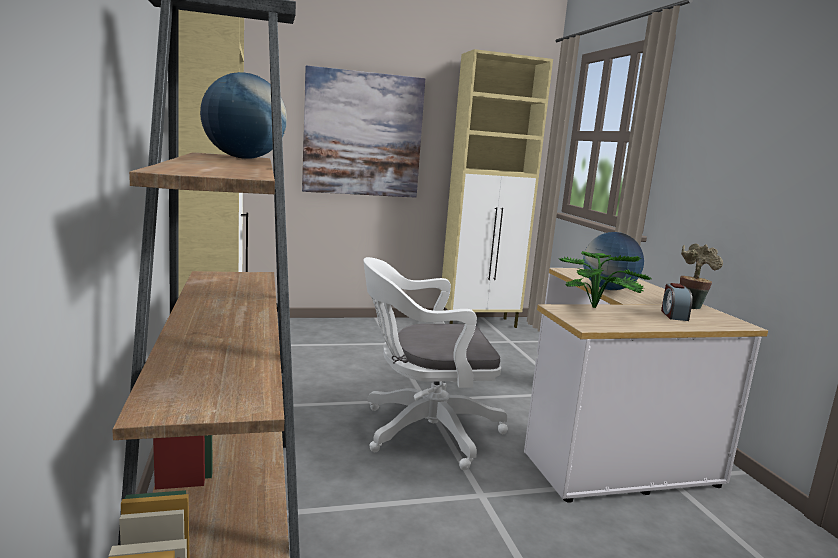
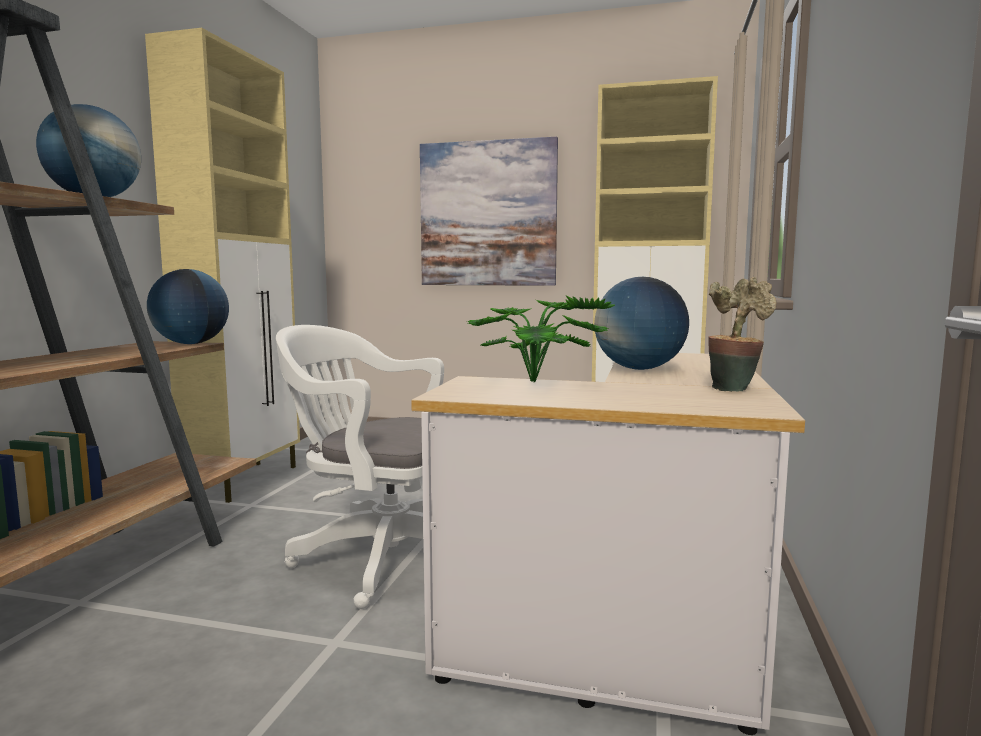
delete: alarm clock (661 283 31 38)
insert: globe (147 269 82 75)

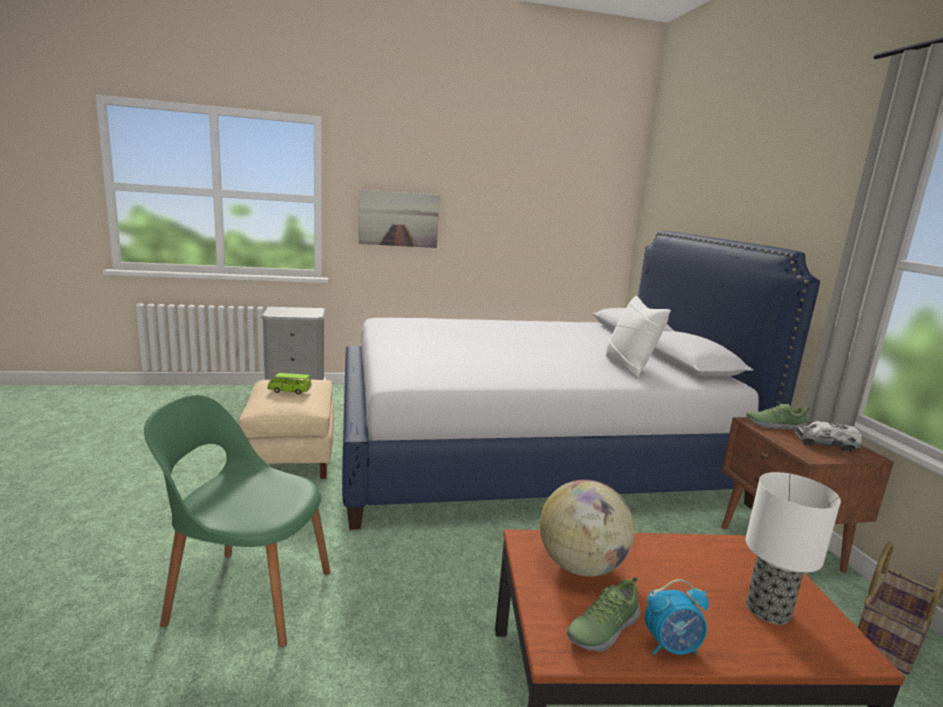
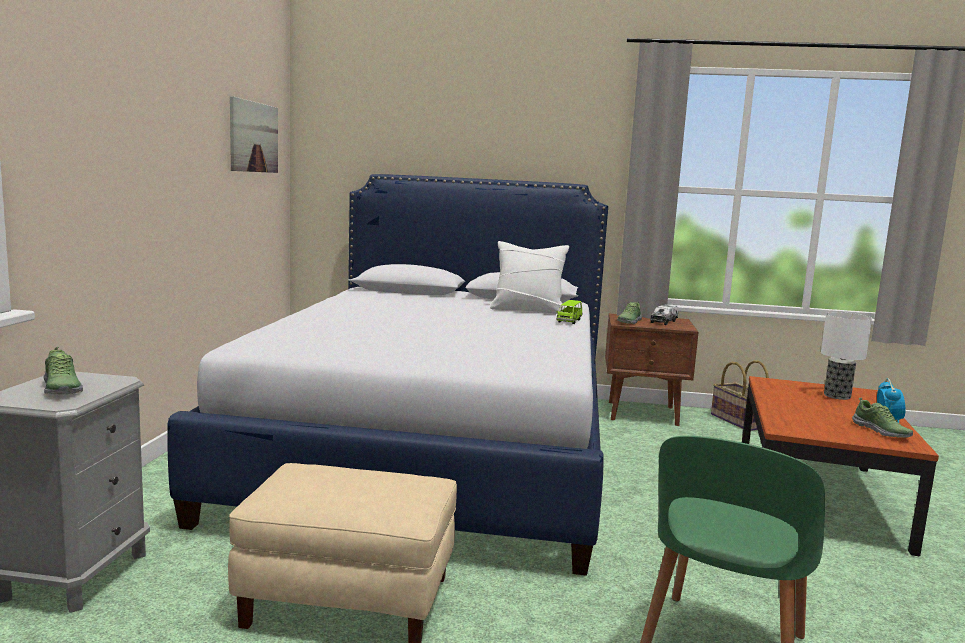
delete: globe (540 480 94 97)
insert: shoe (43 347 40 47)
move: picture (358 189 82 59) to (230 96 48 77); green toy car (267 373 45 21) to (556 300 27 24)

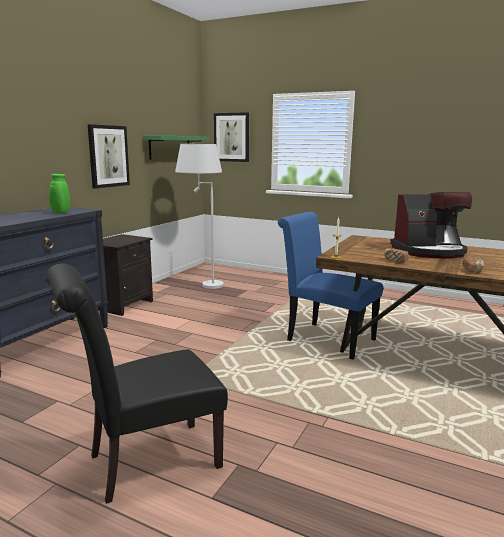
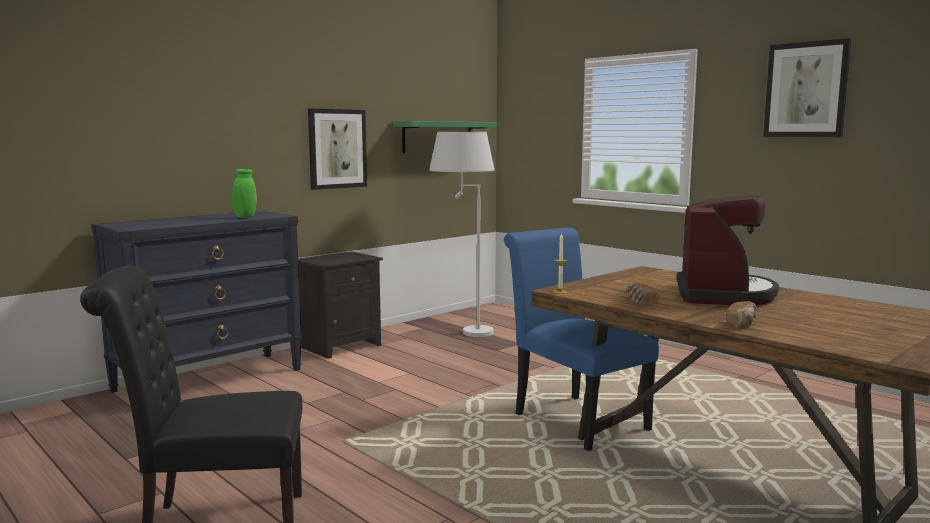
move: picture (214 112 35 50) to (763 38 89 99)
rotate: coffee machine (390 192 82 67) = (677 196 102 109) 90 degrees counterclockwise

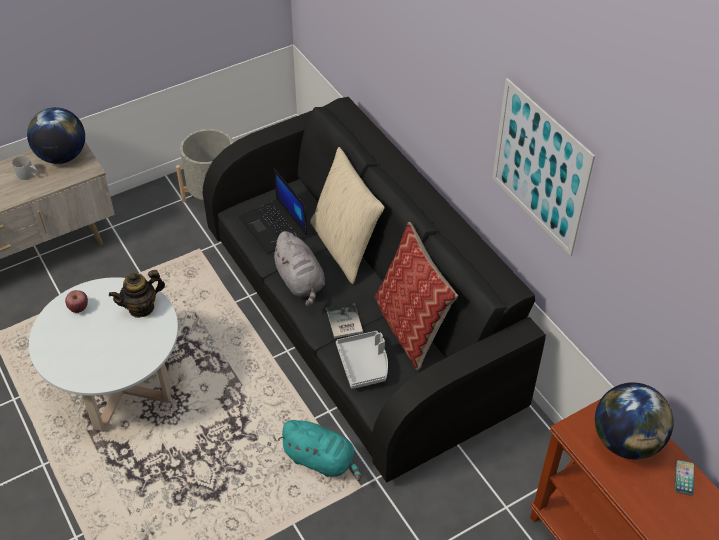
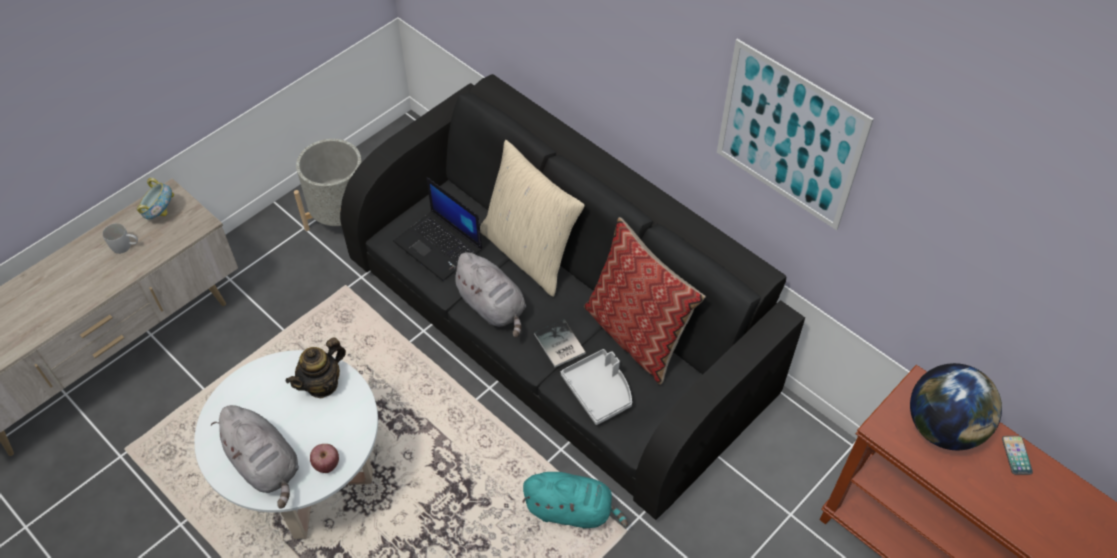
insert: grey plush toy (211 405 88 104)
move: apple (65 290 23 23) to (310 444 29 29)
replace: globe (27 107 58 57) to bowl (137 178 37 41)

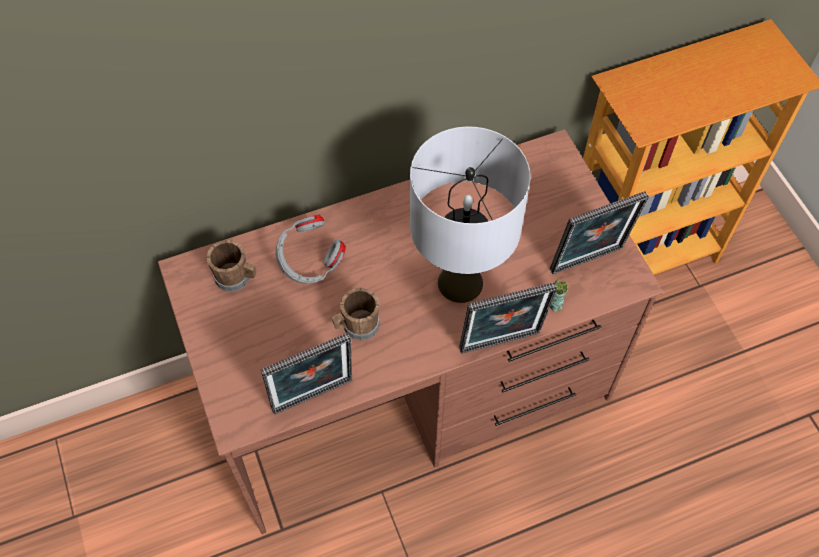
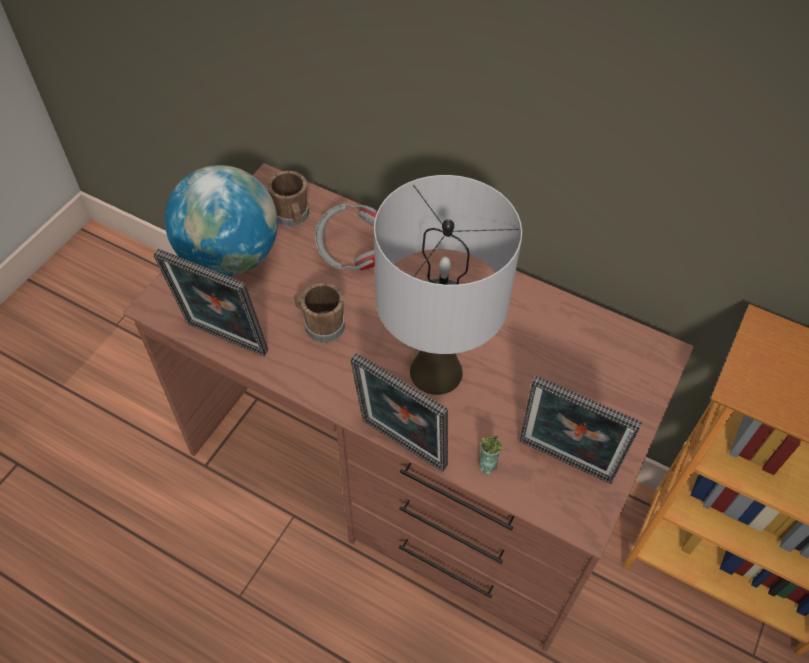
insert: globe (165 165 113 111)

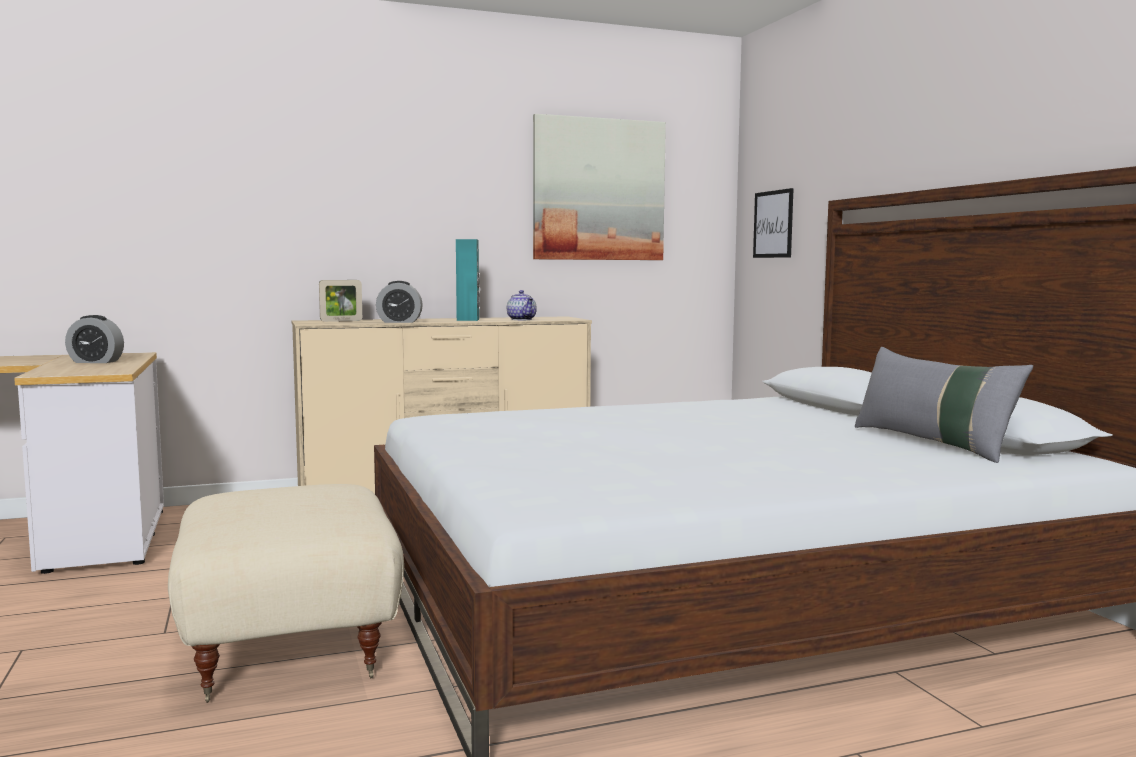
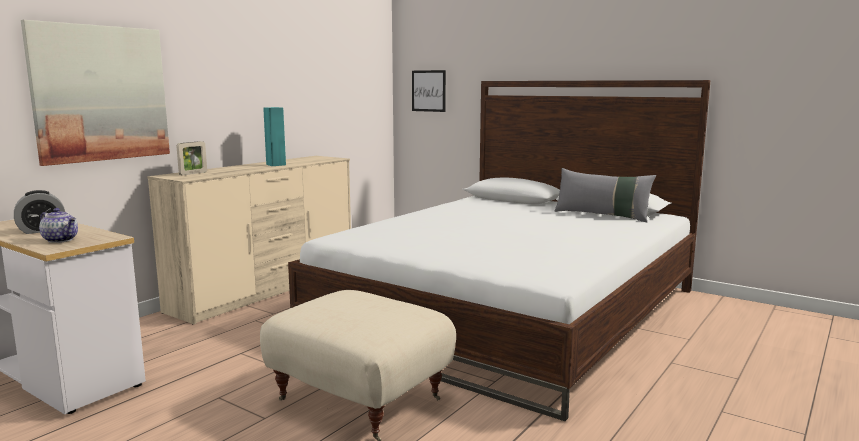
delete: alarm clock (376 281 47 42)
move: picture (533 114 133 146) to (21 20 149 146); teapot (507 290 30 30) to (39 208 39 35)

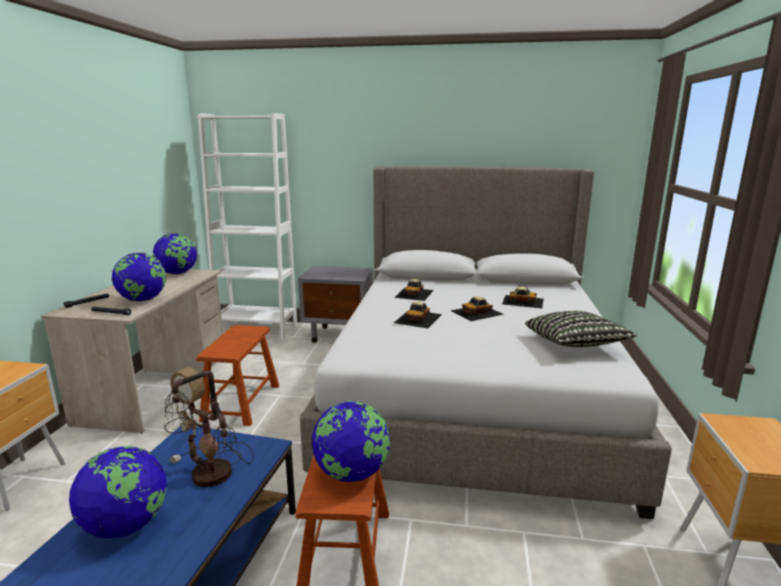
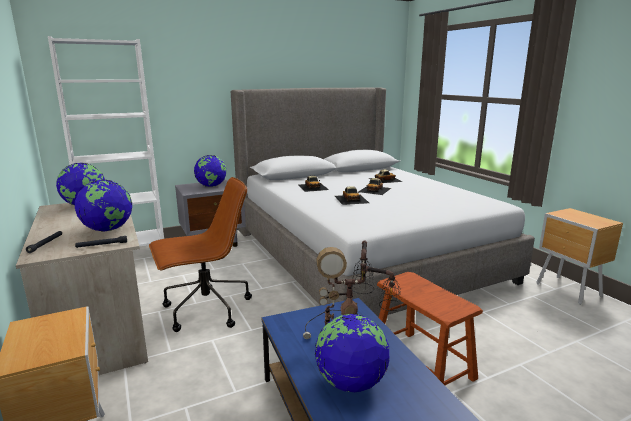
delete: pillow (525 311 113 36)
move: globe (312 401 78 81) to (194 155 32 32)
replace: brown stool (196 325 83 101) to brown office chair (149 177 103 155)

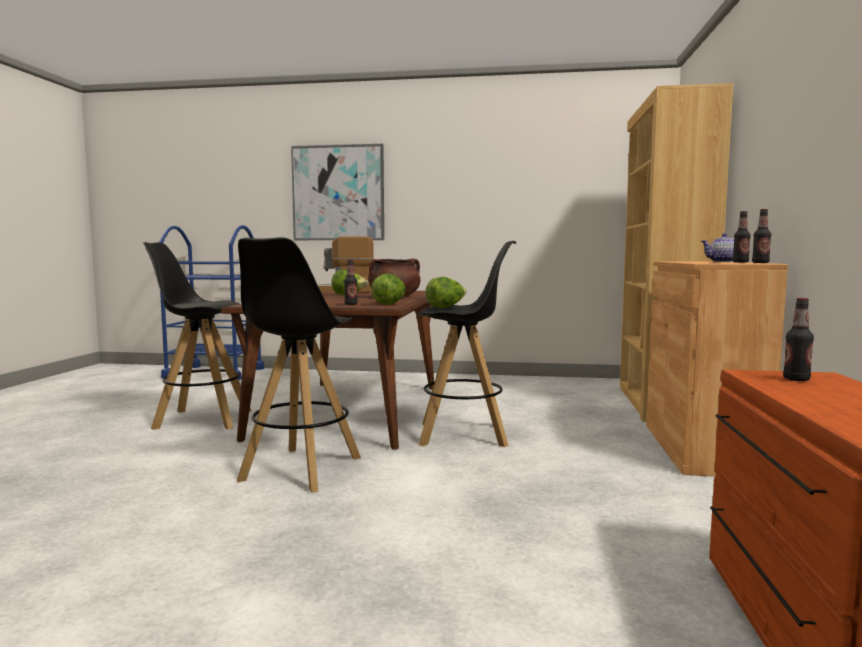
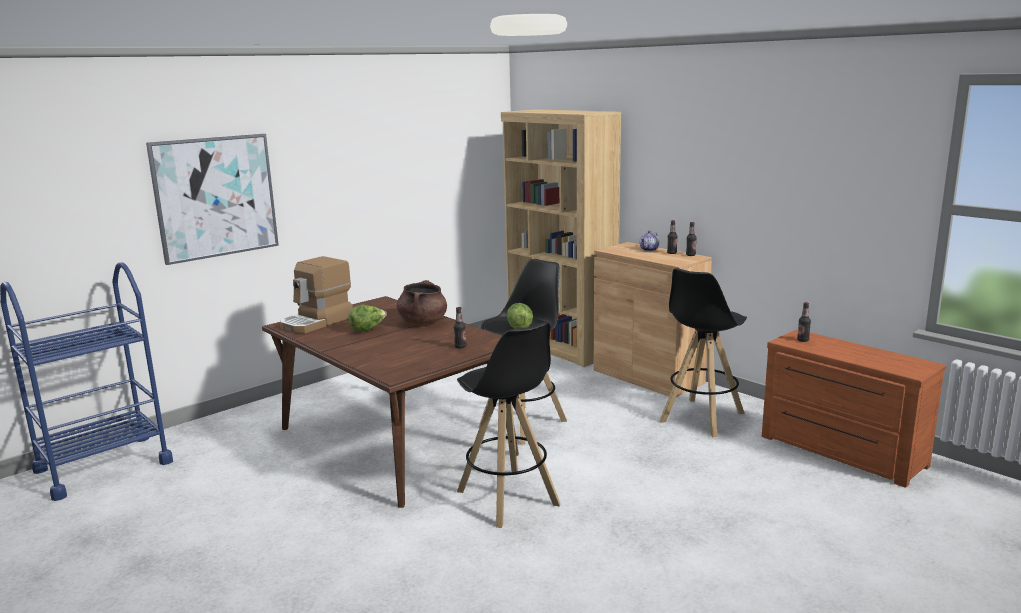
delete: lettuce (371 274 35 31)
move: black stool (143 242 108 188) to (660 268 87 169)

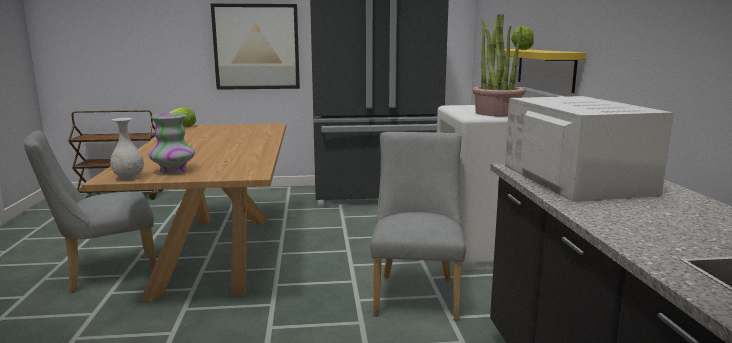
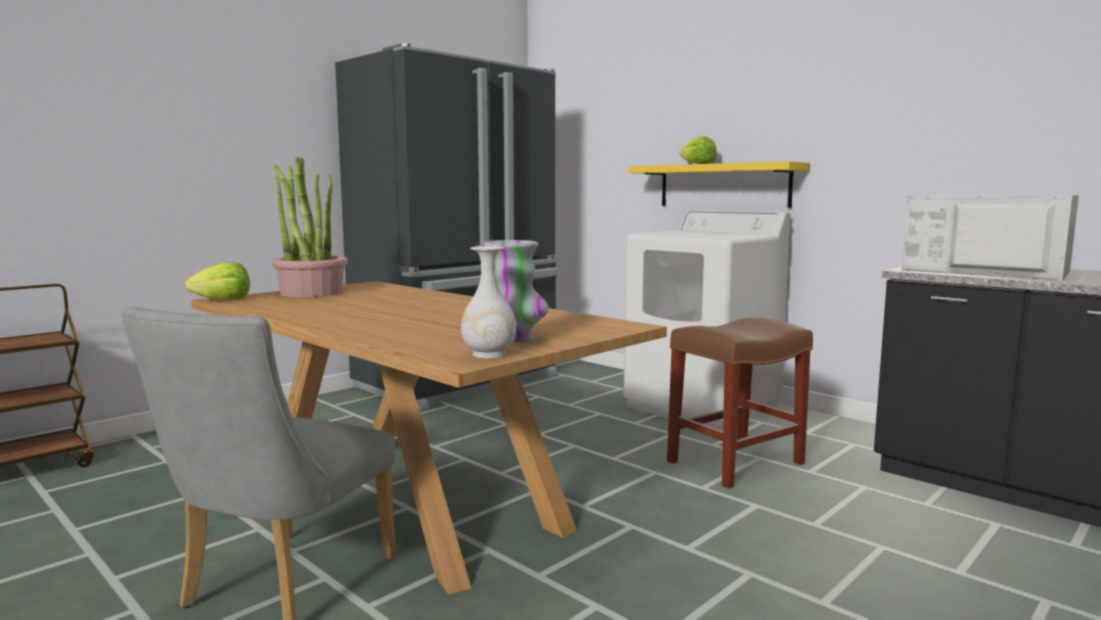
delete: picture (211 4 89 86)
move: potted plant (472 14 54 103) to (272 157 76 140)
replace: grey chair (370 132 96 189) to brown stool (667 318 146 171)

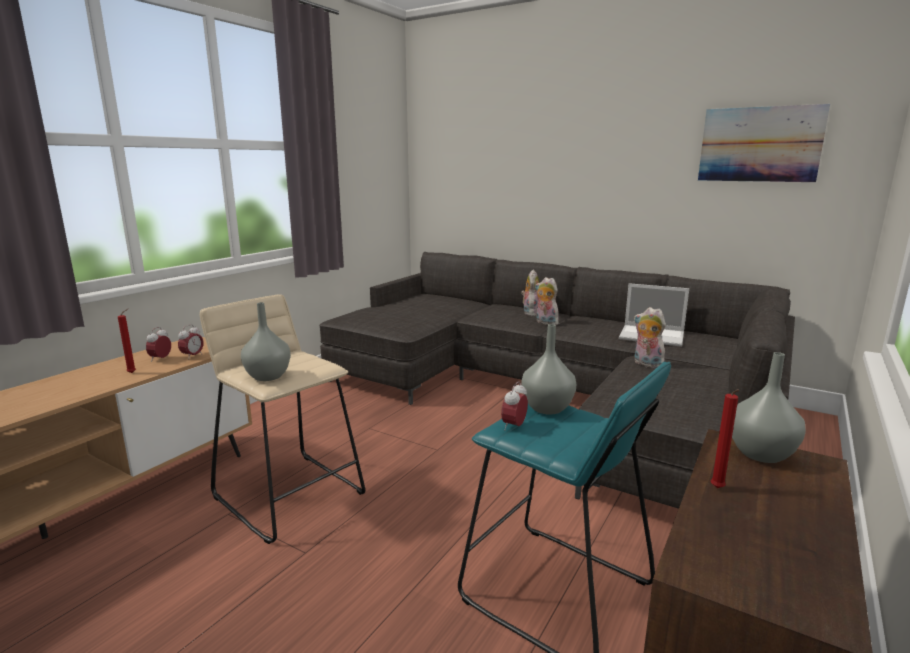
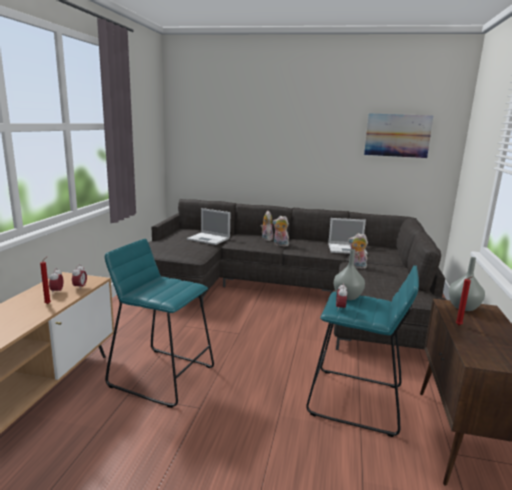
delete: grey vase (241 302 50 79)
insert: laptop (187 208 43 37)
recolor: beige stool (200 294 165 250) to turquoise stool (105 239 109 169)

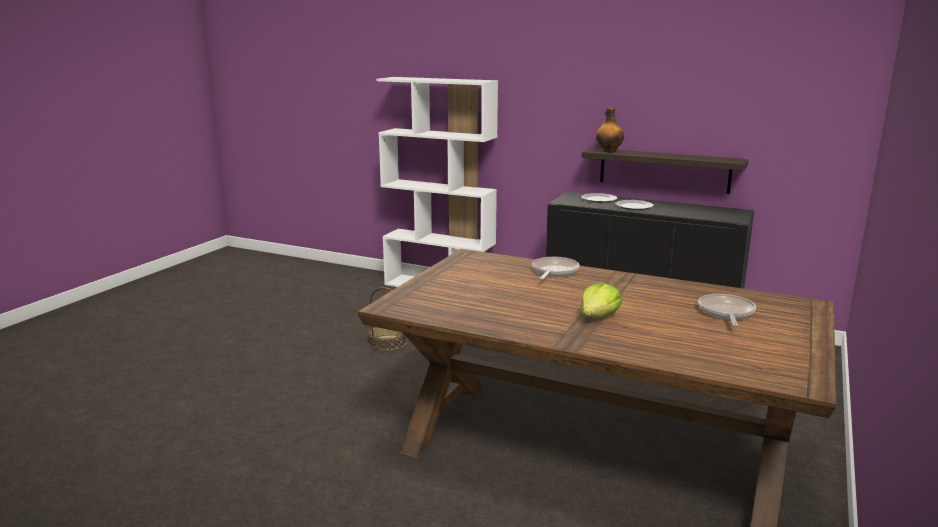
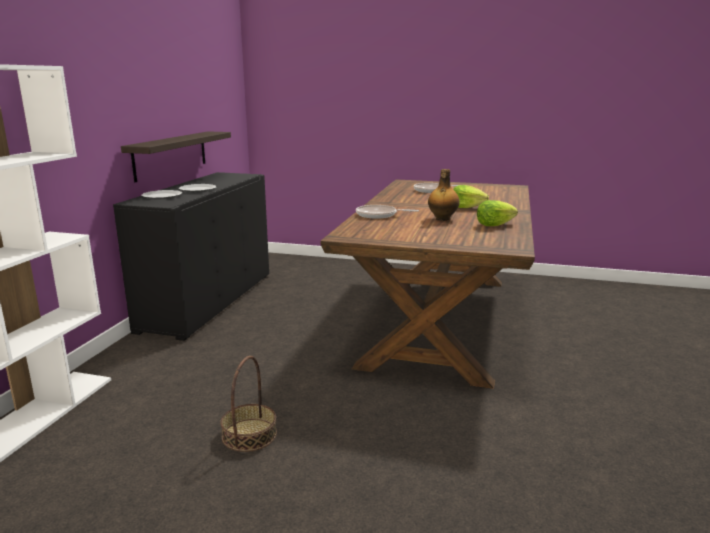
insert: lettuce (477 200 41 26)
move: bottle (596 107 28 46) to (428 169 32 52)

